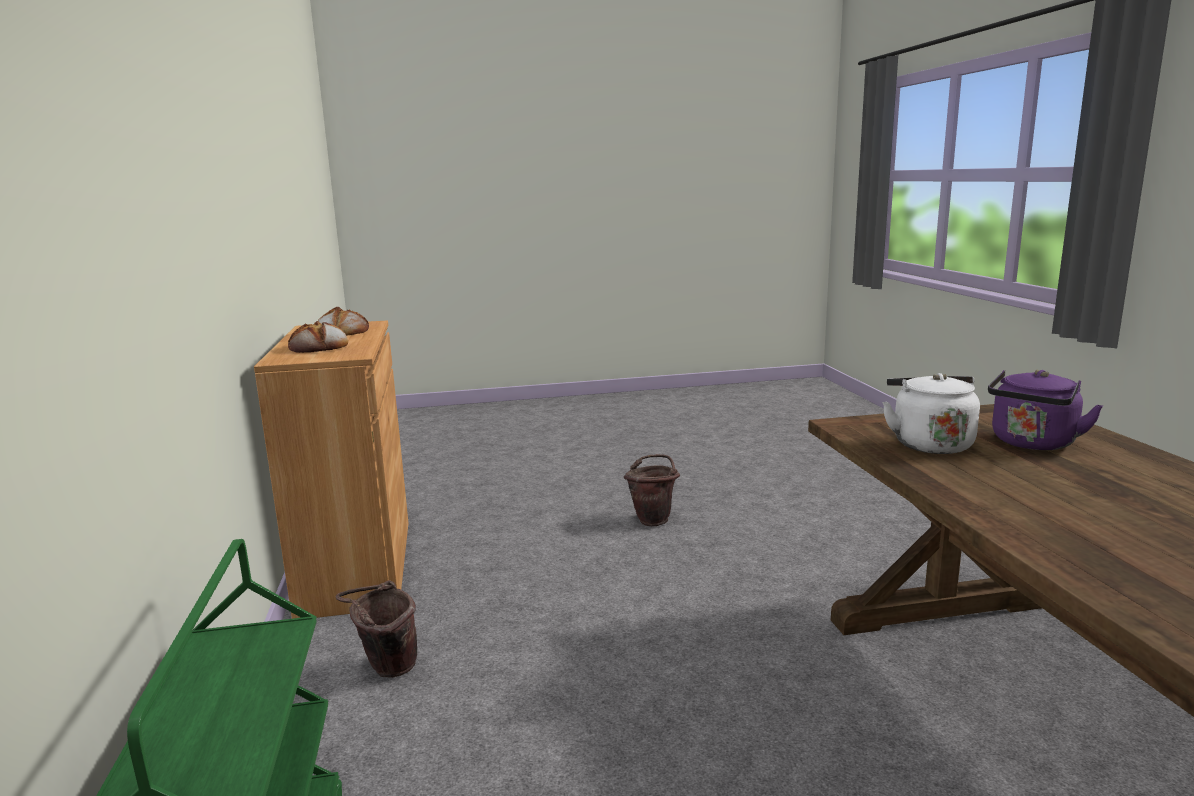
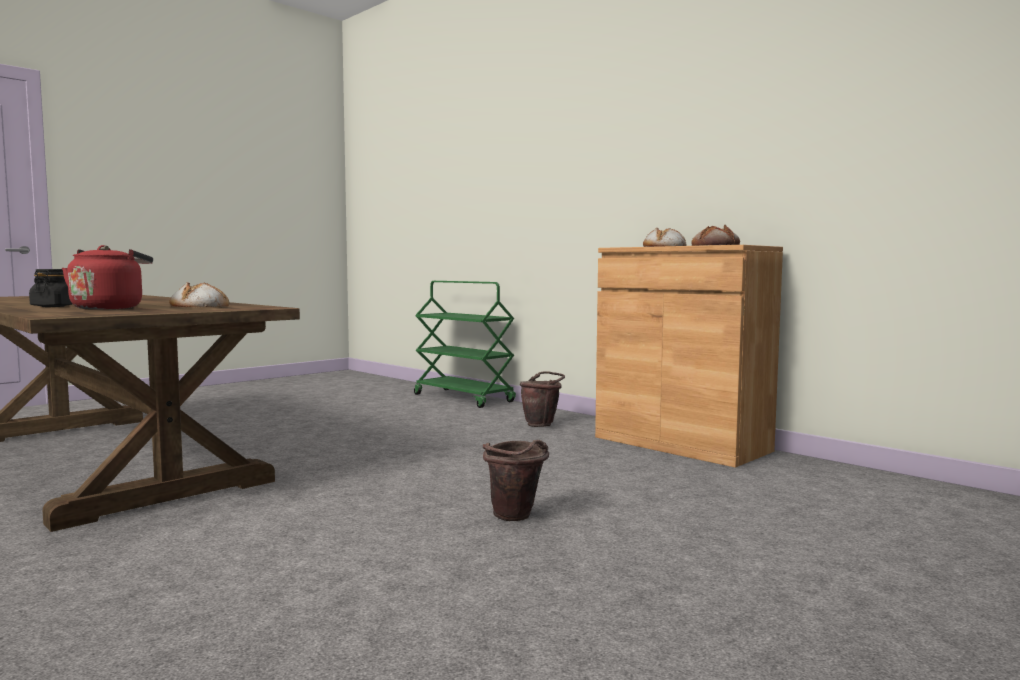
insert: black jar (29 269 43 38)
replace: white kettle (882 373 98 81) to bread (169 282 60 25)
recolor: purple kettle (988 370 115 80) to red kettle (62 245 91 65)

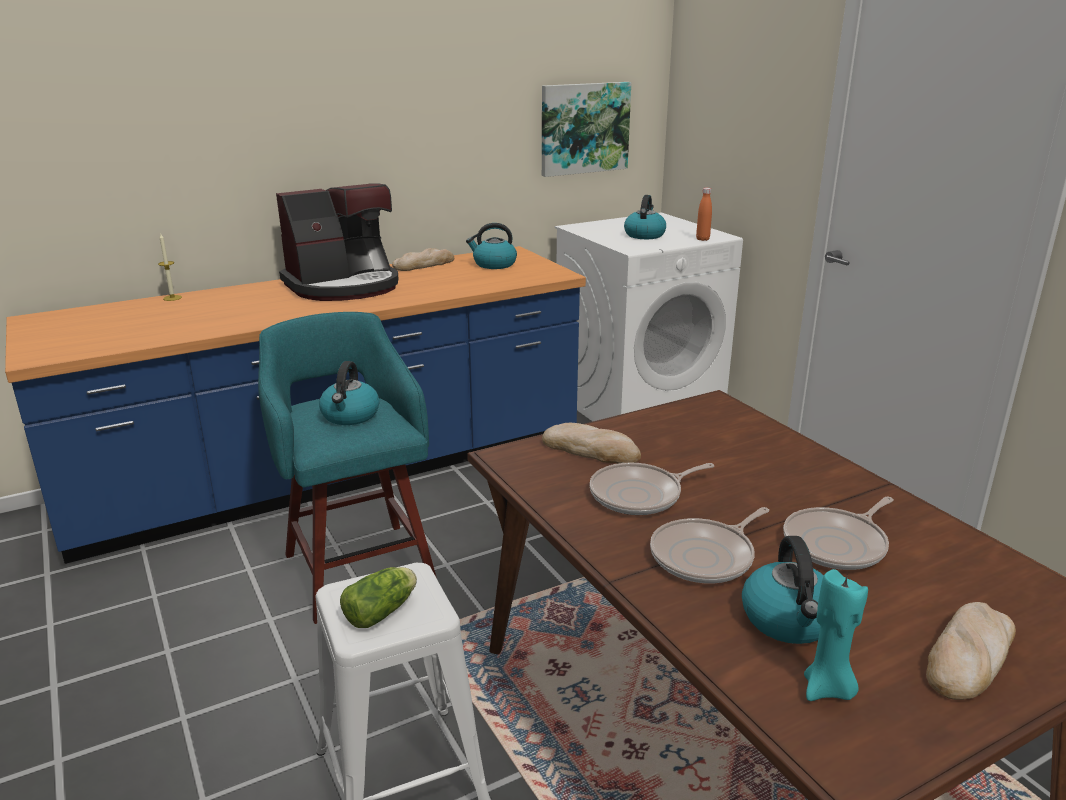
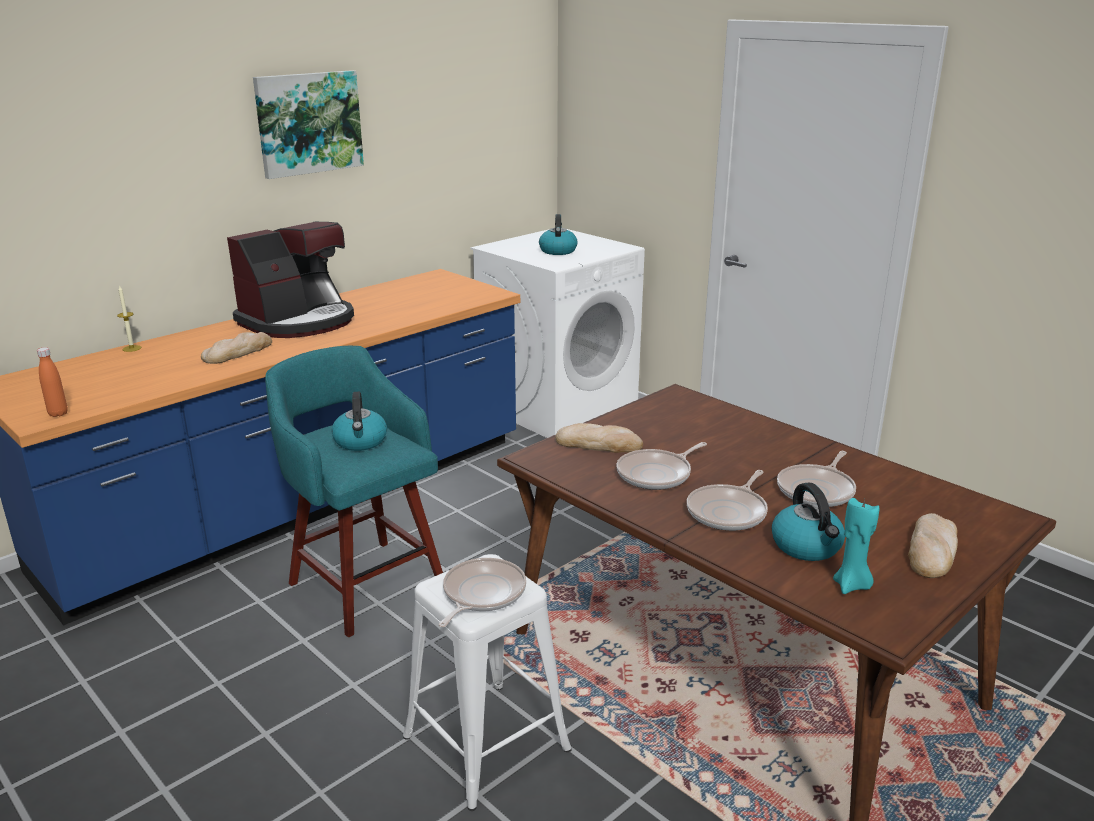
delete: kettle (466 223 51 46)
move: picture (542 82 89 95) to (253 70 111 109); orange bottle (696 188 16 53) to (37 347 31 70); bread (392 248 62 23) to (201 332 71 32)
replace: lettuce (340 567 77 61) to frying pan (439 558 87 69)

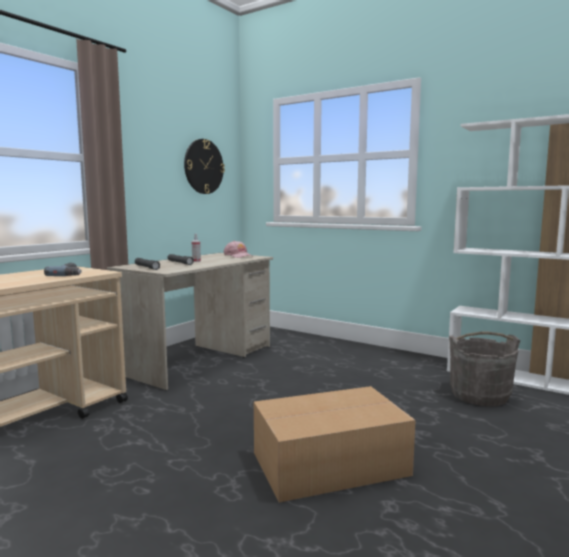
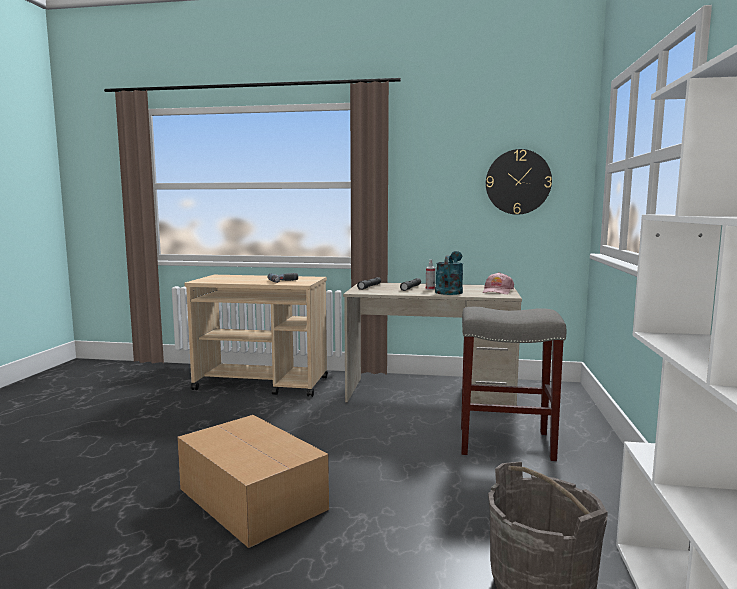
insert: turquoise watering can (435 251 29 44); grey stool (461 307 105 154)

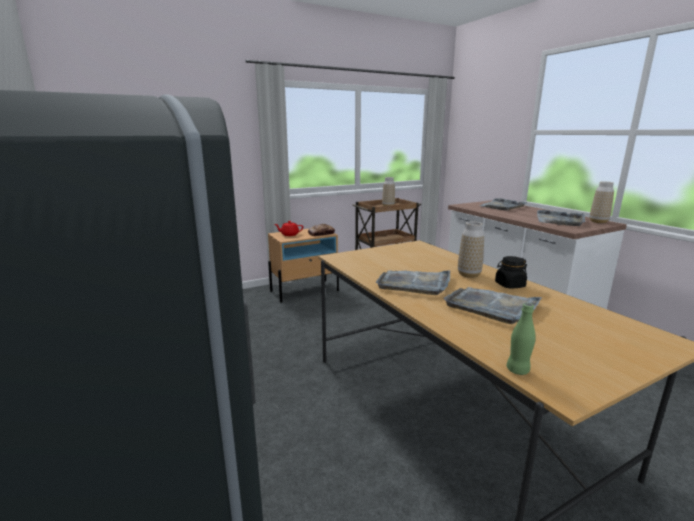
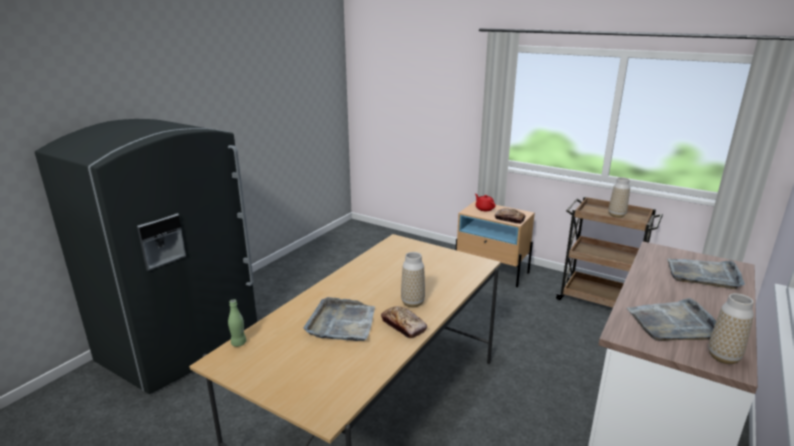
delete: grey tray (376 270 74 25)
replace: black jar (495 256 32 32) to bread (381 306 46 32)

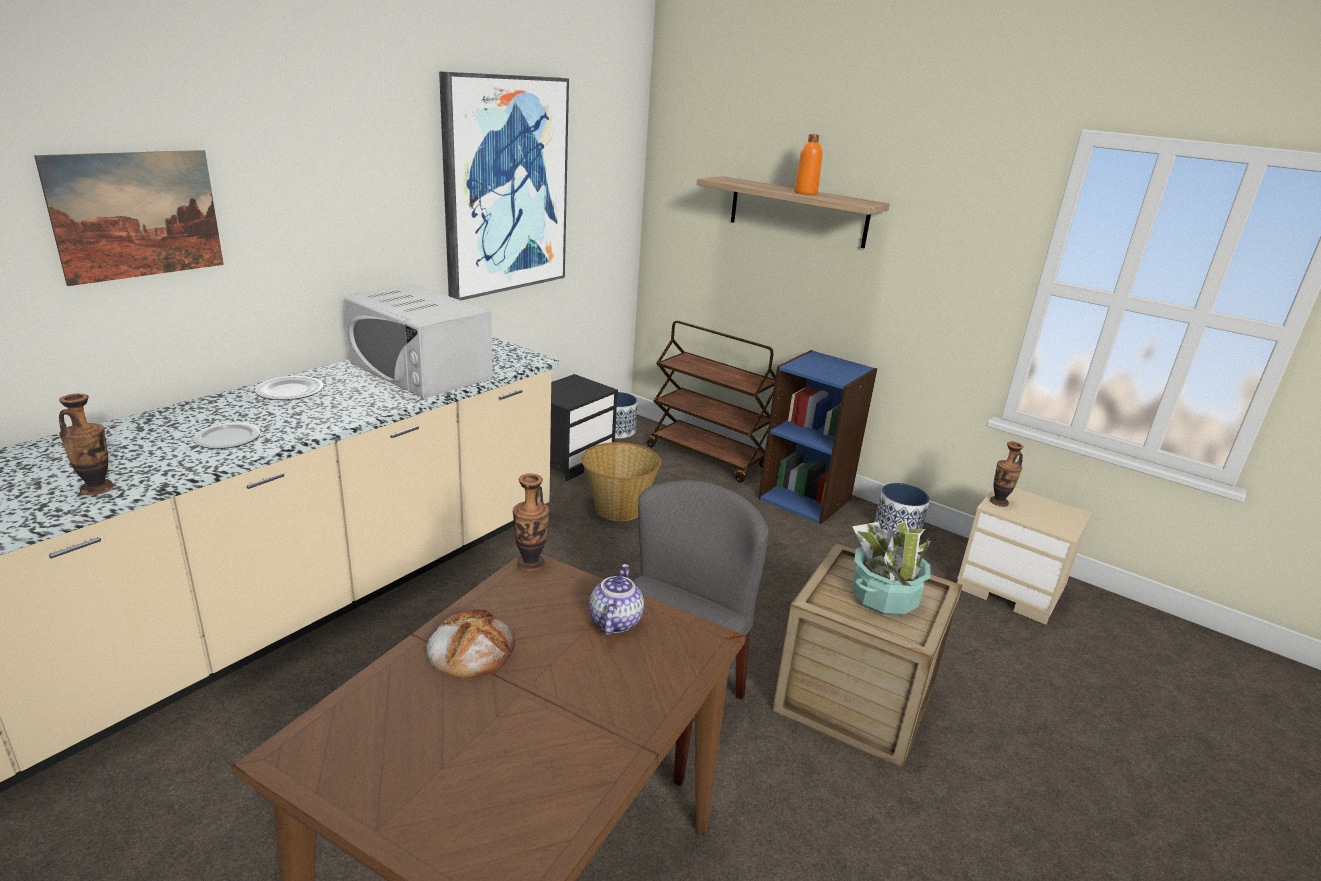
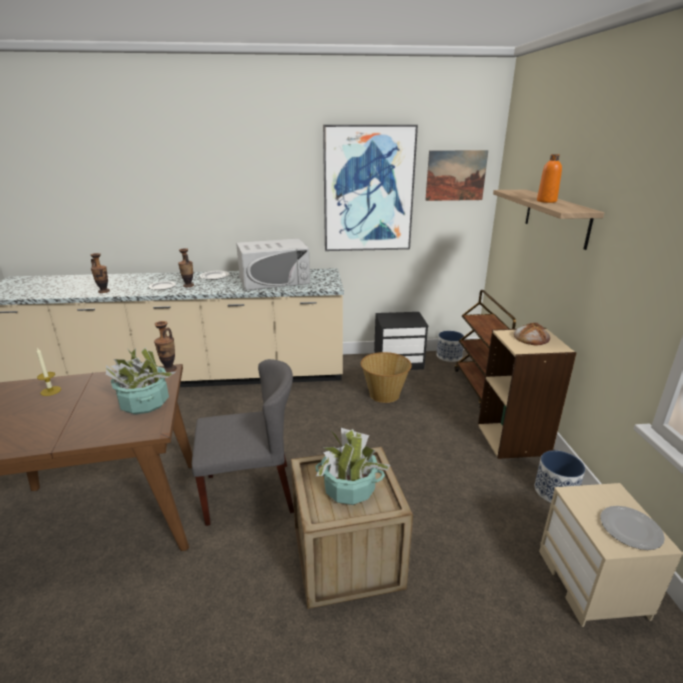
insert: candle (36 348 25 48); plate (600 506 65 44)
move: picture (34 150 190 136) to (425 150 63 51); vase (990 441 34 66) to (178 248 16 39); bread (426 608 89 71) to (514 323 36 22)
replace: teapot (589 564 55 71) to potted plant (106 347 70 67)
recolor: blue bookcase (758 350 119 174) to beige bookcase (478 328 98 131)
rotate: white microwave (344 284 149 115) = (236 238 74 52) 105 degrees counterclockwise

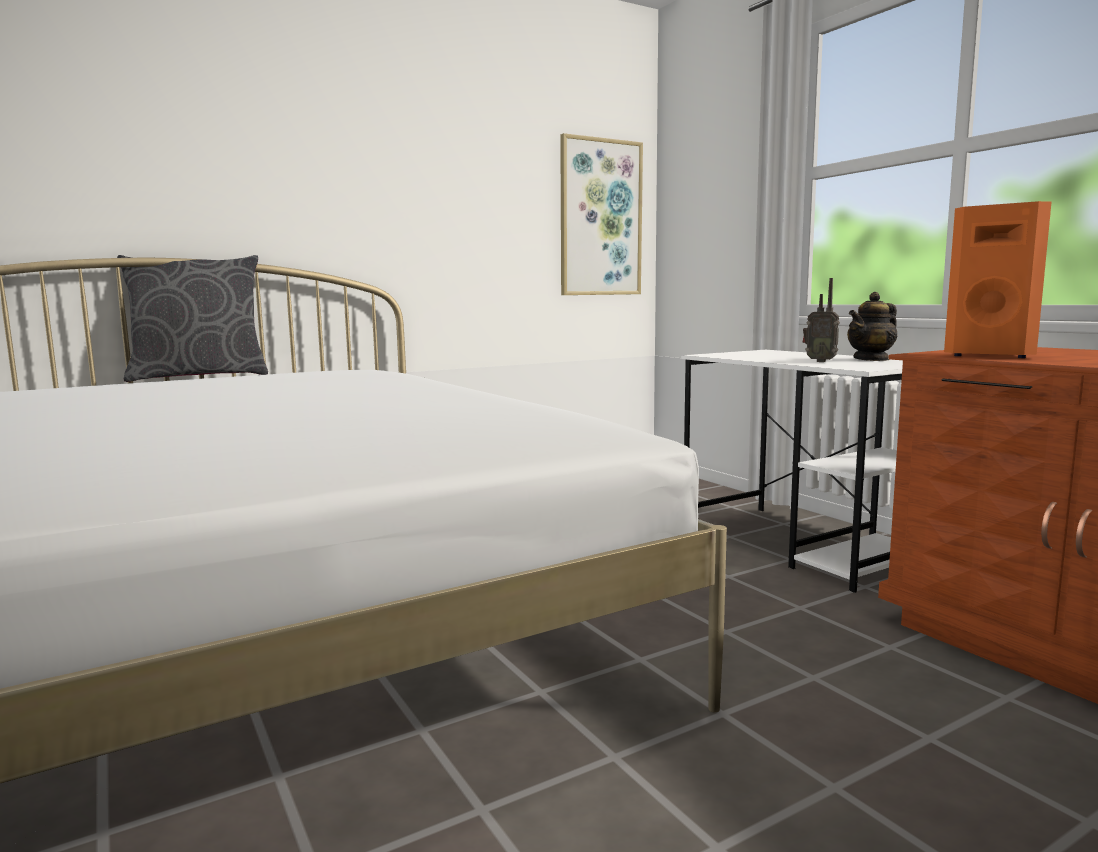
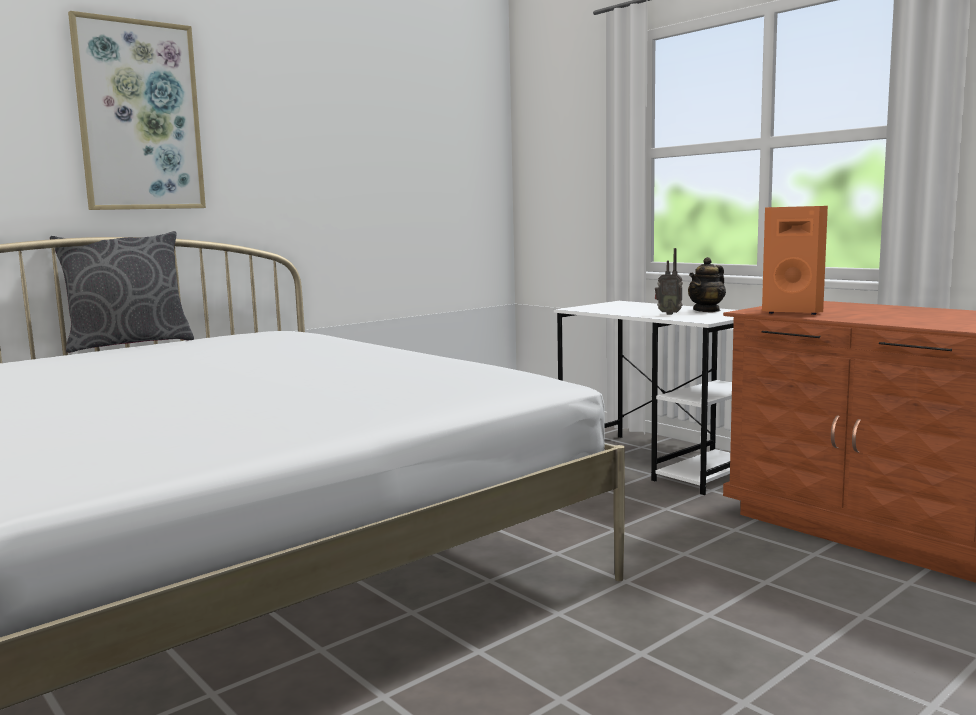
move: picture (560 133 83 162) to (68 11 138 199)

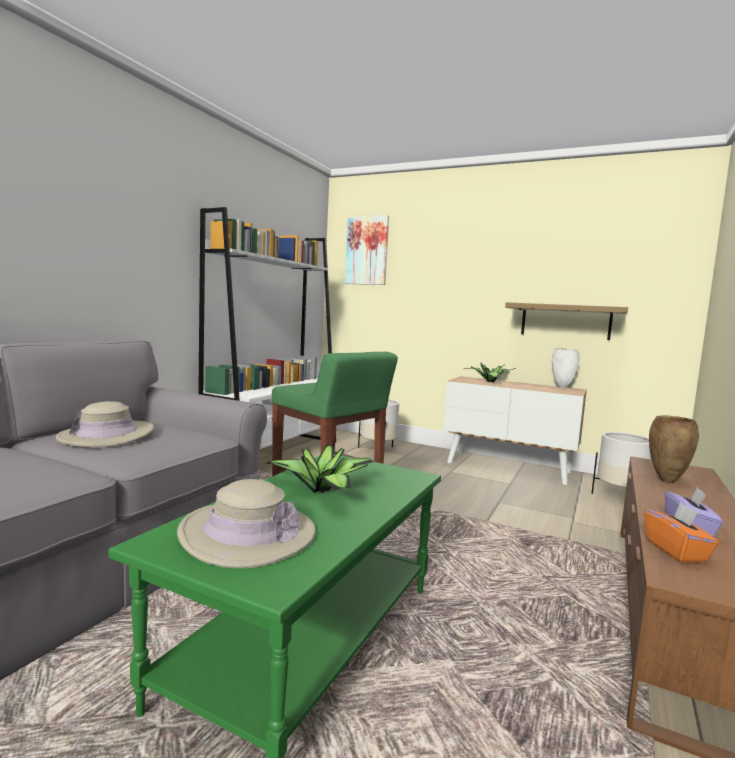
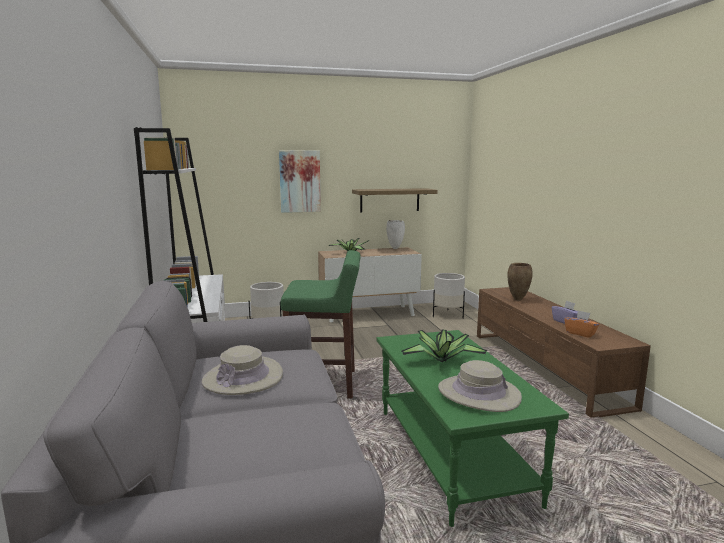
move: picture (345 215 44 70) to (279 150 42 63)

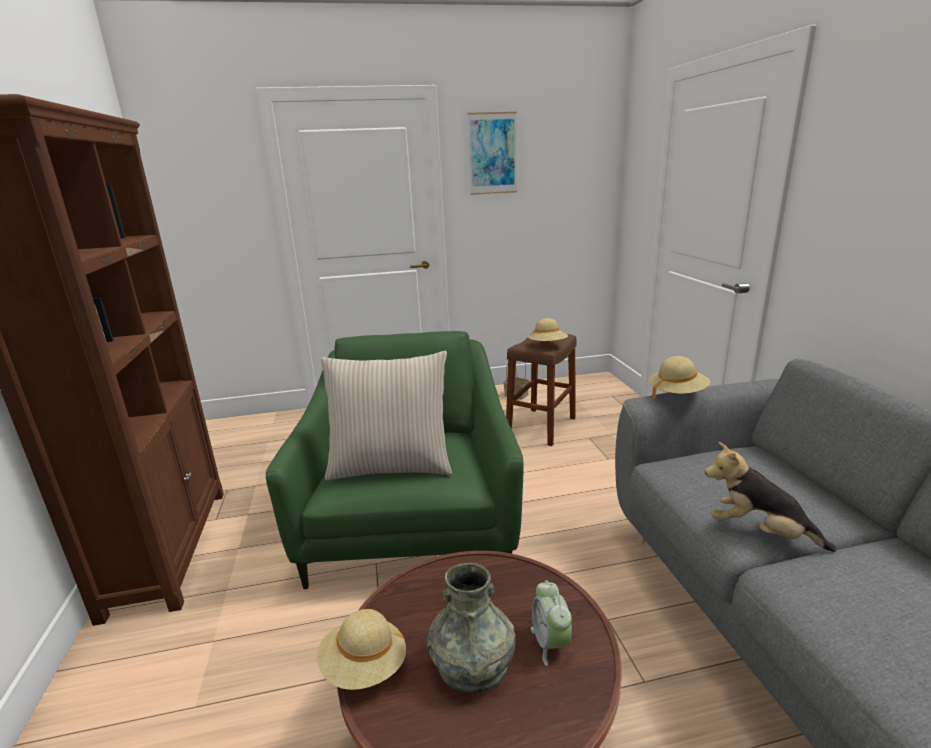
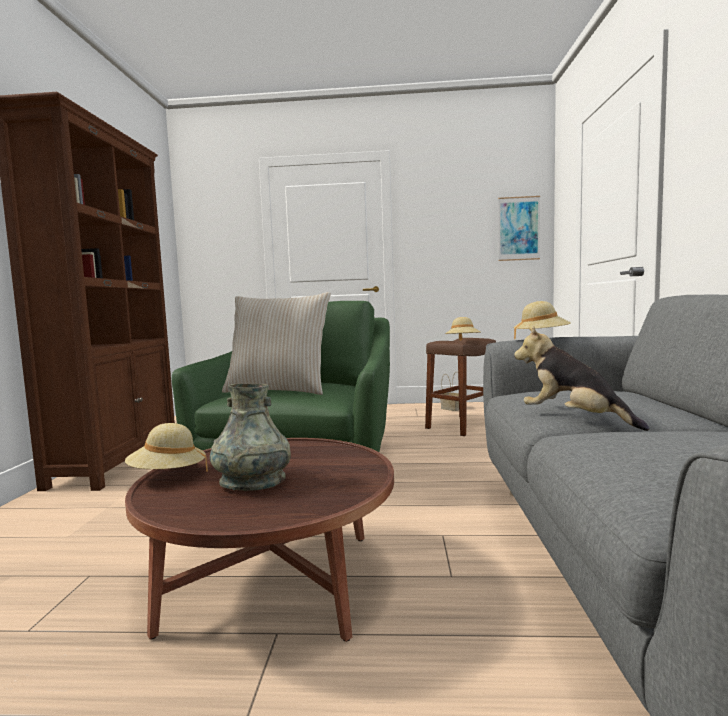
delete: alarm clock (531 580 41 86)
move: picture (467 112 50 83) to (498 196 42 65)

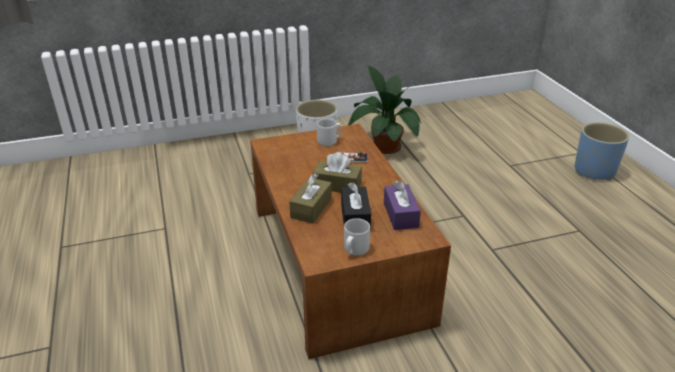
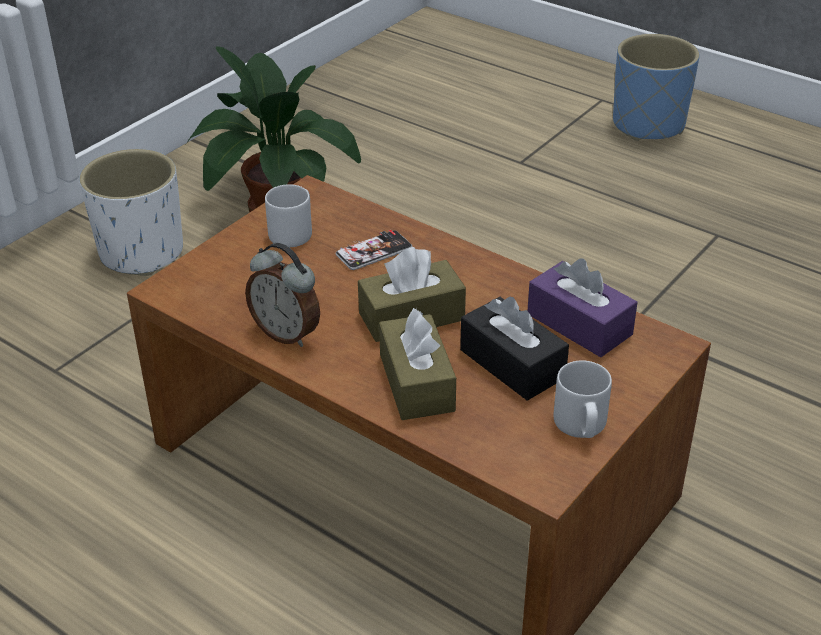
insert: alarm clock (245 243 75 104)

